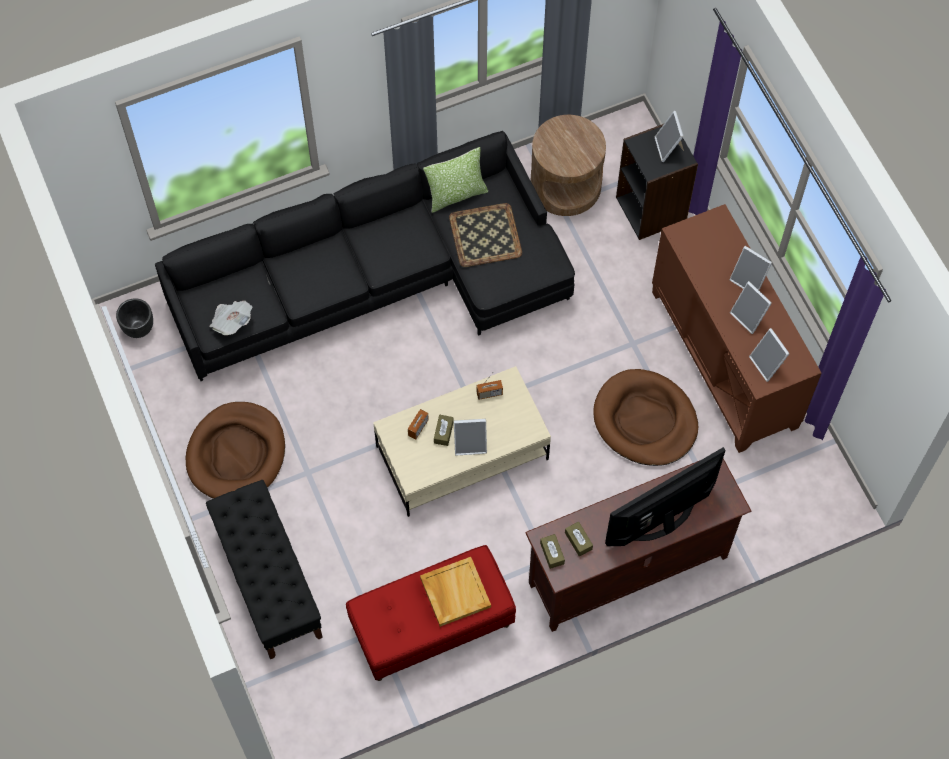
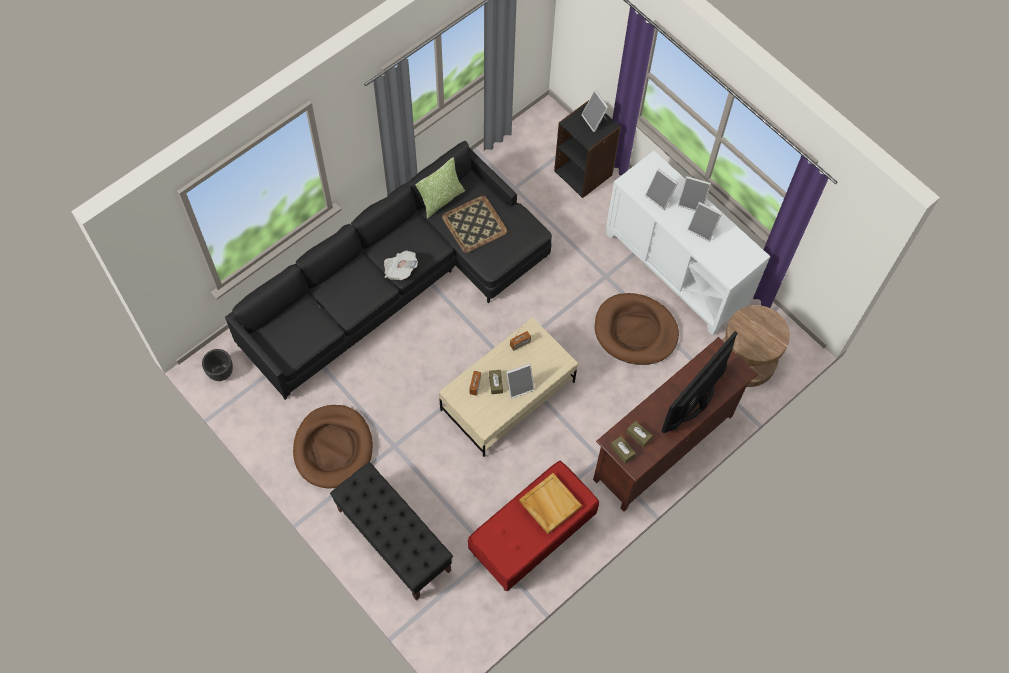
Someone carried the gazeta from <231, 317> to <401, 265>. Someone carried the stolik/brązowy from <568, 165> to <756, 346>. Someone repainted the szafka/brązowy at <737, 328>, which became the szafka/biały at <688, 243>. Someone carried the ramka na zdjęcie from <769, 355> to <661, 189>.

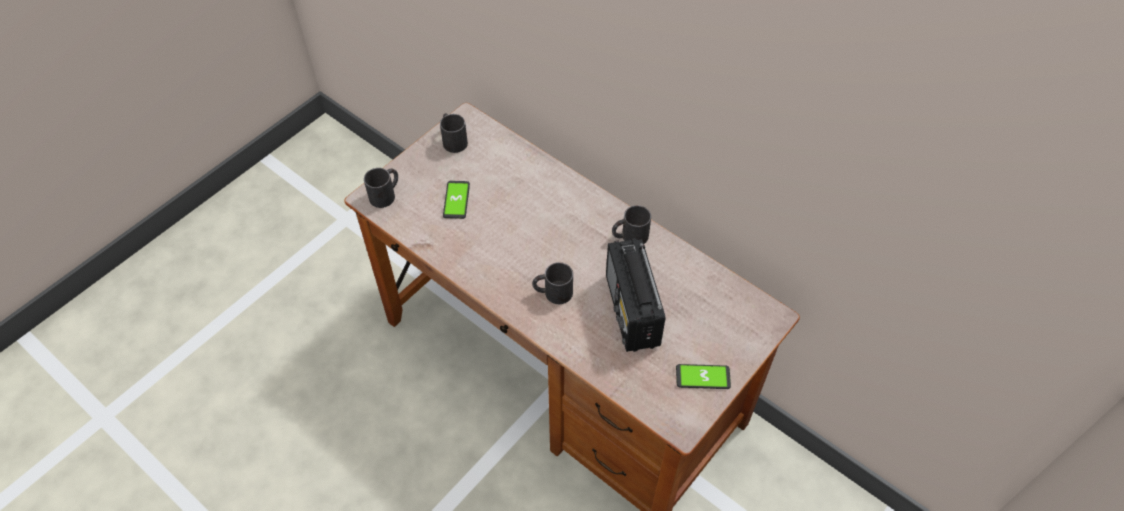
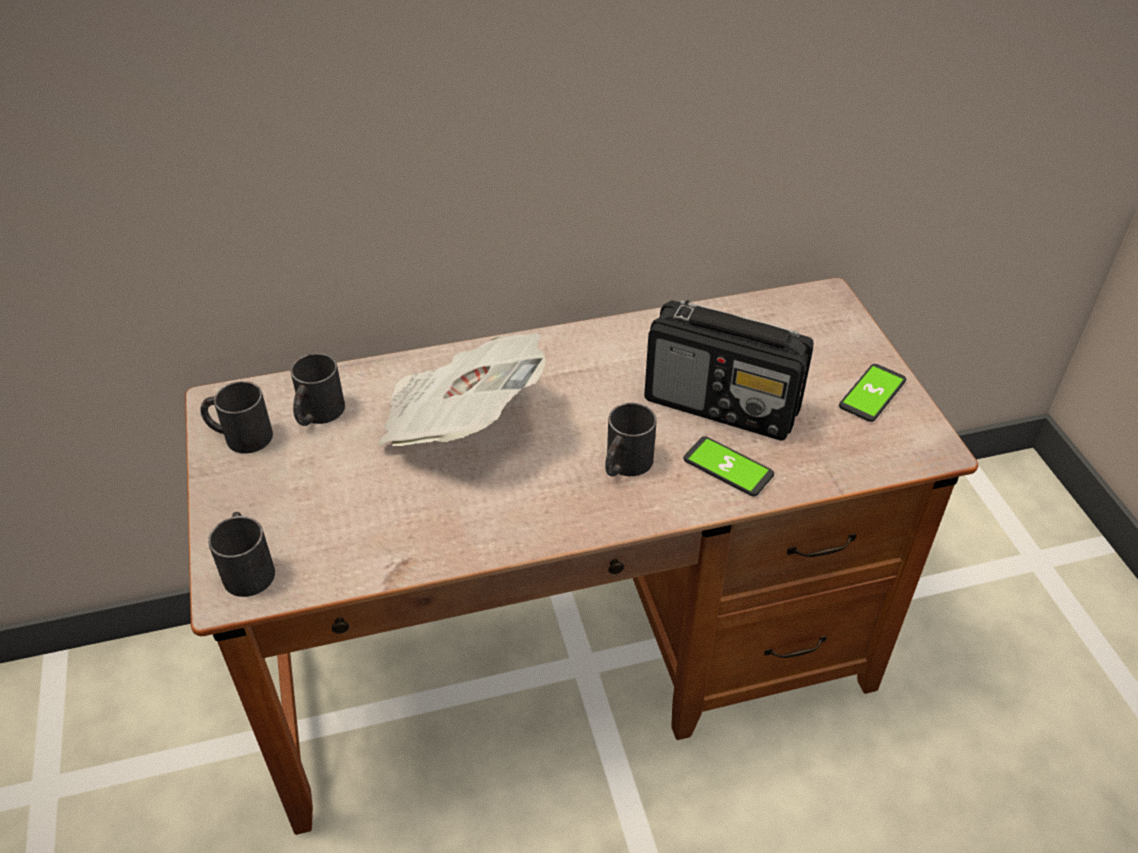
Someone carried the telefon from <456, 200> to <728, 466>. Someone carried the kubek/czarny from <631, 224> to <318, 389>. Someone put down the gazeta at <462, 389>.

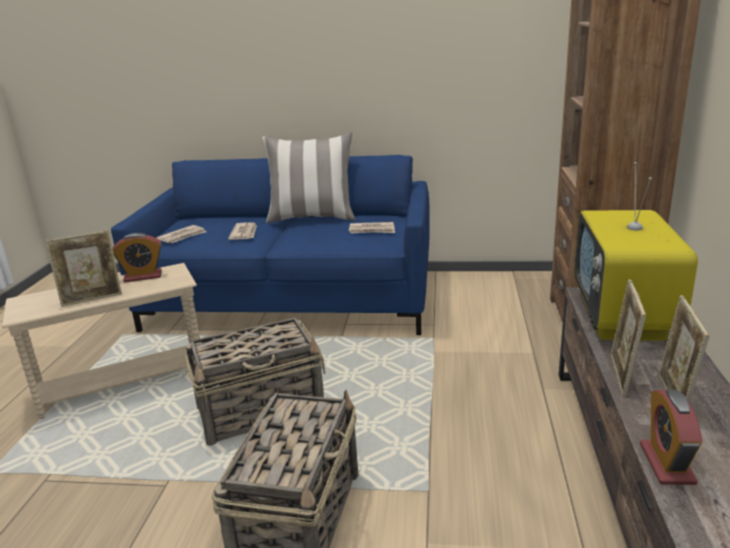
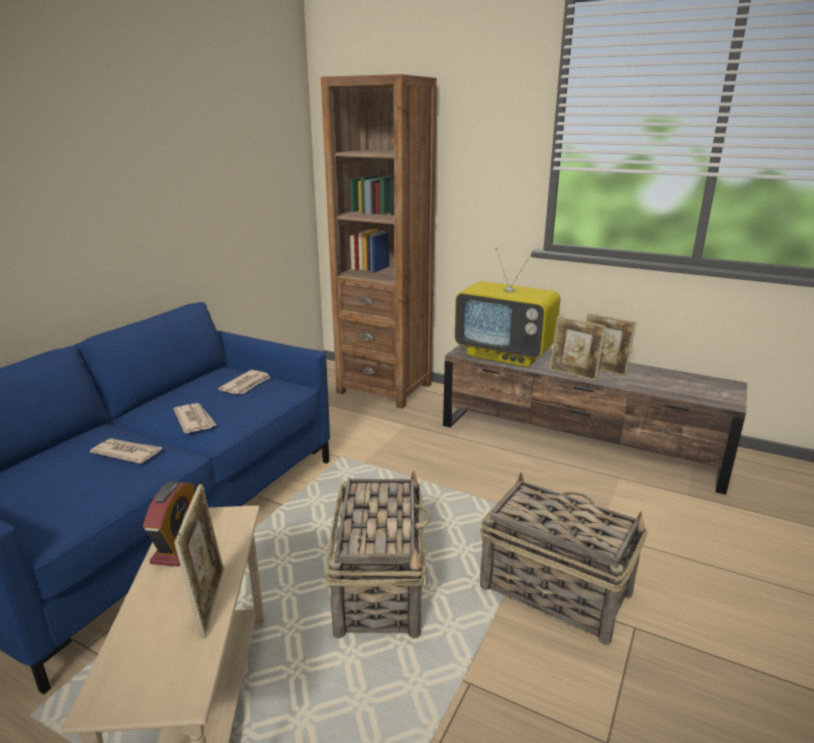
Someone carried the gazeta from <181, 234> to <194, 418>. Someone took away the poduszka at <309, 177>. Someone took away the budzik at <671, 437>.

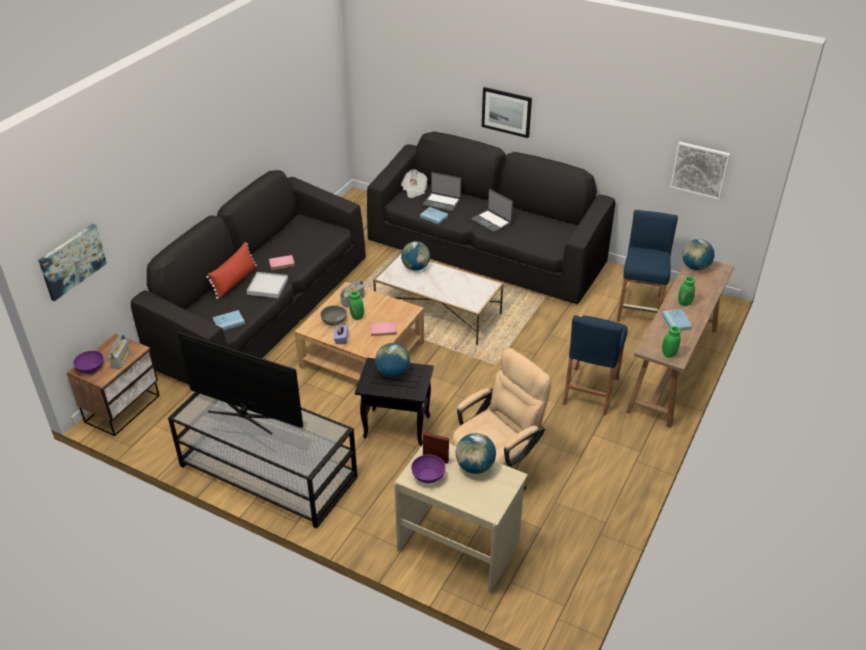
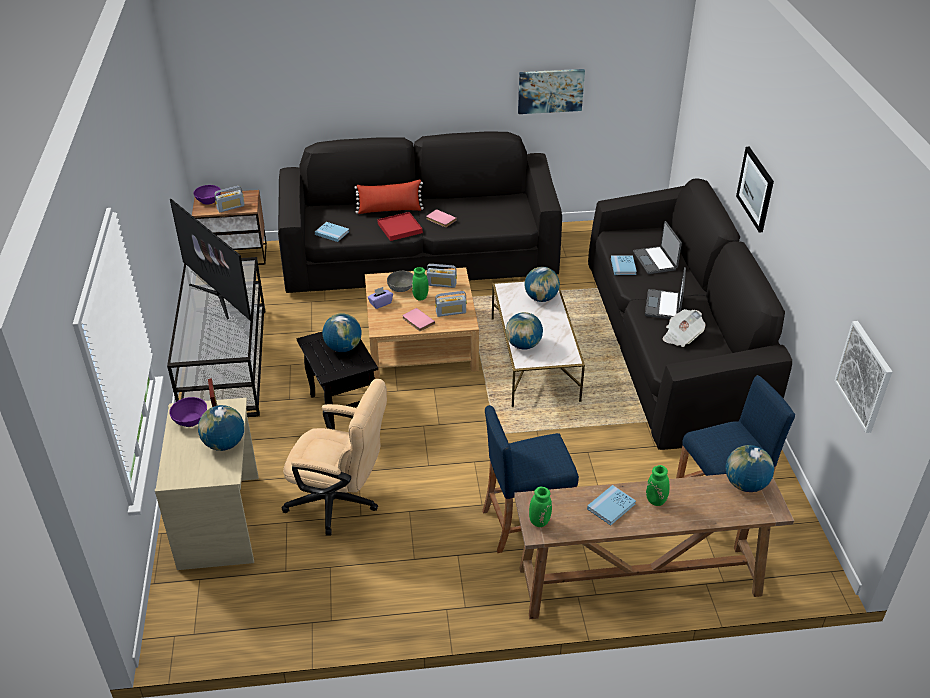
Someone carried the obraz from <72, 262> to <551, 91>. Someone rotated the telewizor at <240, 383> by 150 degrees clockwise. Someone repainted the taca/biały at <267, 285>, which became the taca/czerwony at <400, 226>. Someone carried the gazeta from <414, 183> to <684, 328>. Someone put down the radio at <451, 304>. Someone put down the globus at <524, 331>.

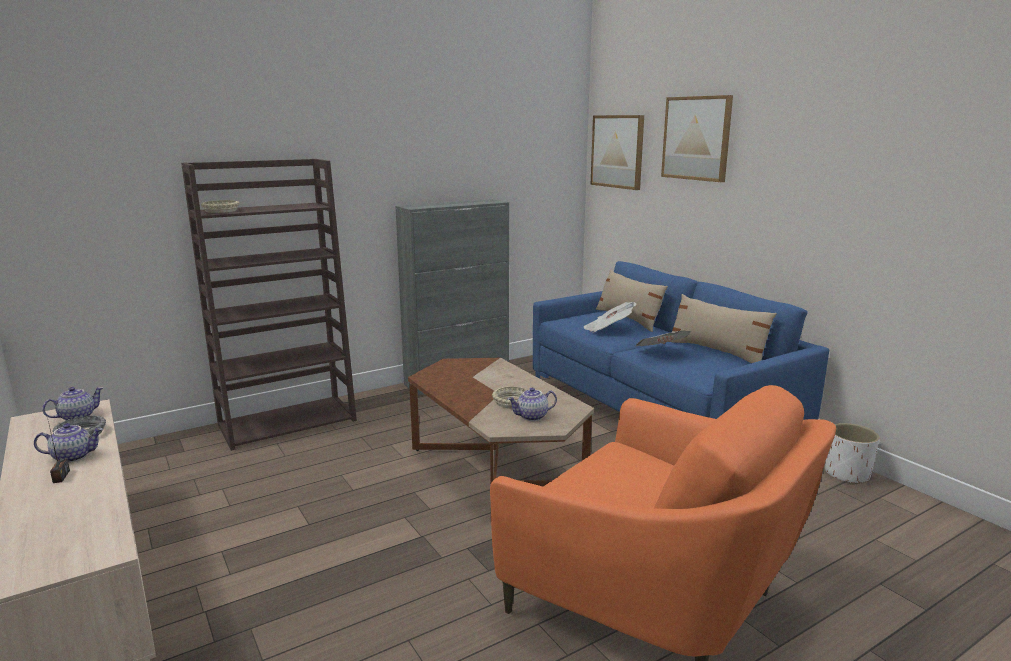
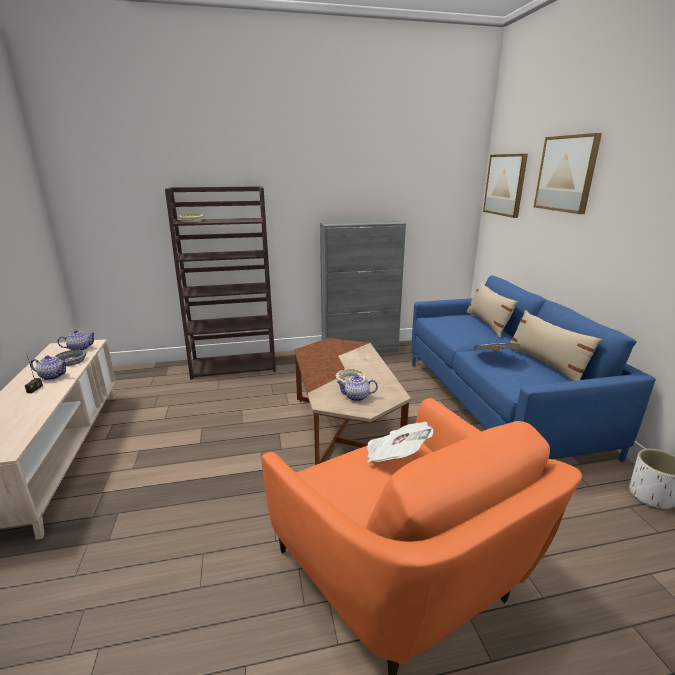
Someone carried the gazeta from <609, 317> to <400, 442>.

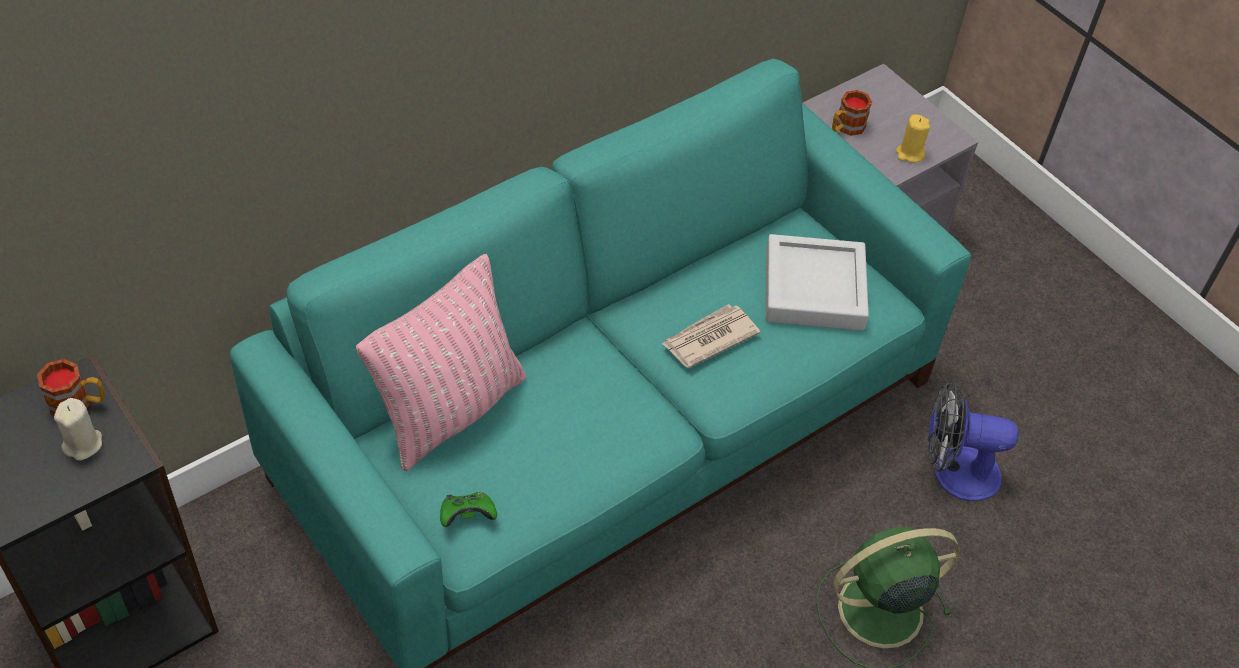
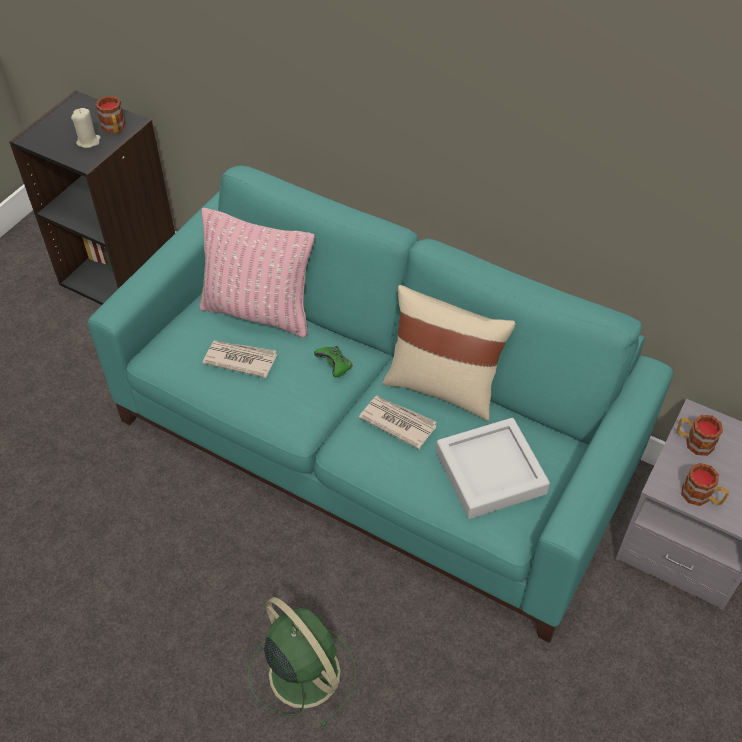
Someone carried the pad do gier/zielony from <468, 509> to <333, 361>. Someone swapped the świeca/żółty at <913, 139> for the kubek at <705, 484>. Someone took away the wentylator at <973, 441>. Someone put down the gazeta at <240, 359>. Someone put down the poduszka/beżowy at <449, 353>.

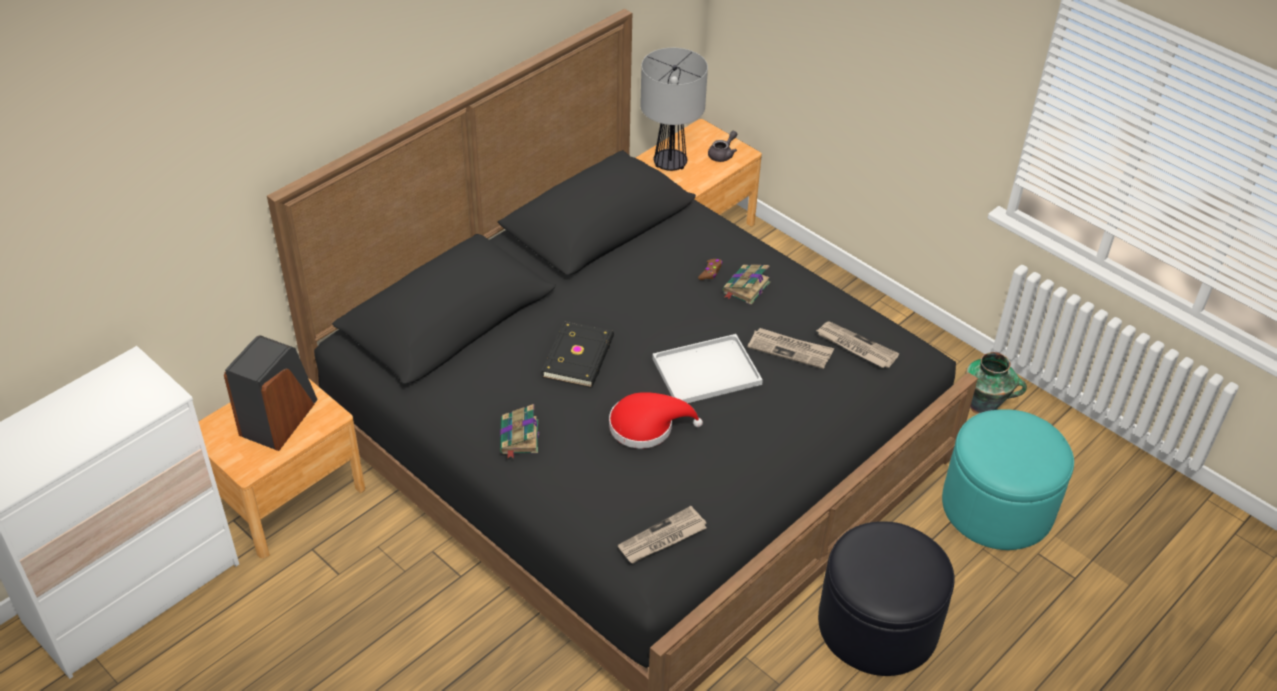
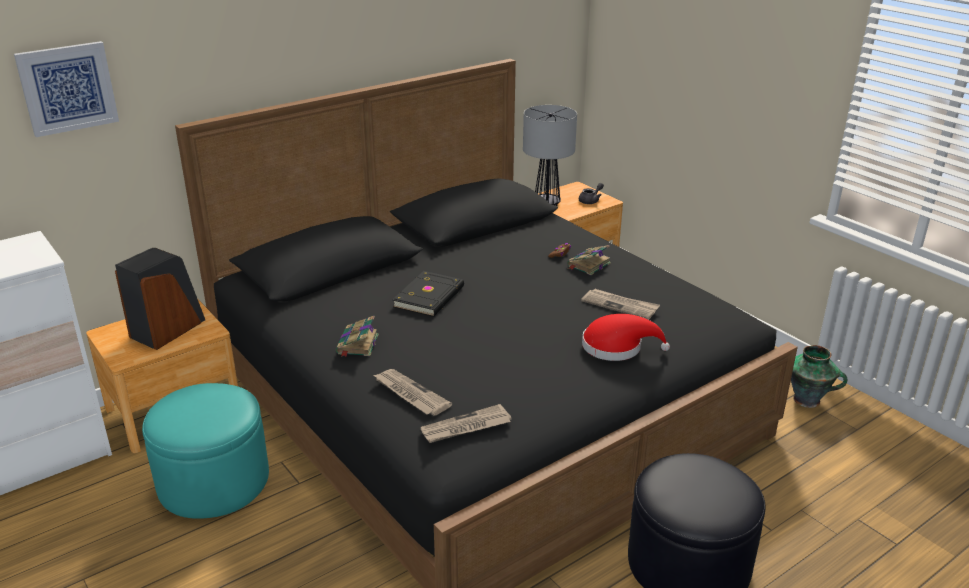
Someone carried the kapelusz/czerwony from <656, 420> to <626, 337>. Someone took away the taca/biały at <707, 368>. Someone carried the gazeta from <857, 344> to <413, 392>. Someone carried the pufa/turkusowy from <1008, 479> to <205, 451>. Someone put up the obraz at <66, 89>.

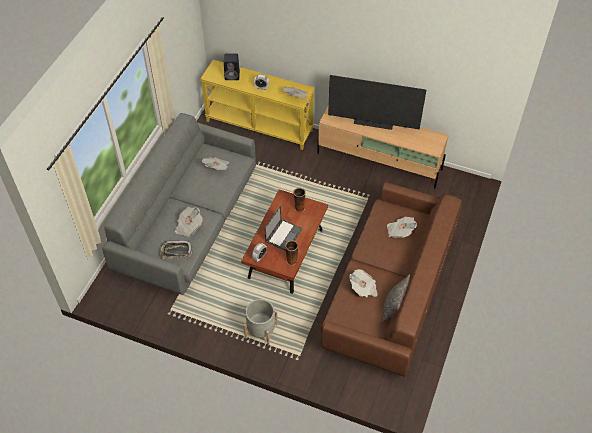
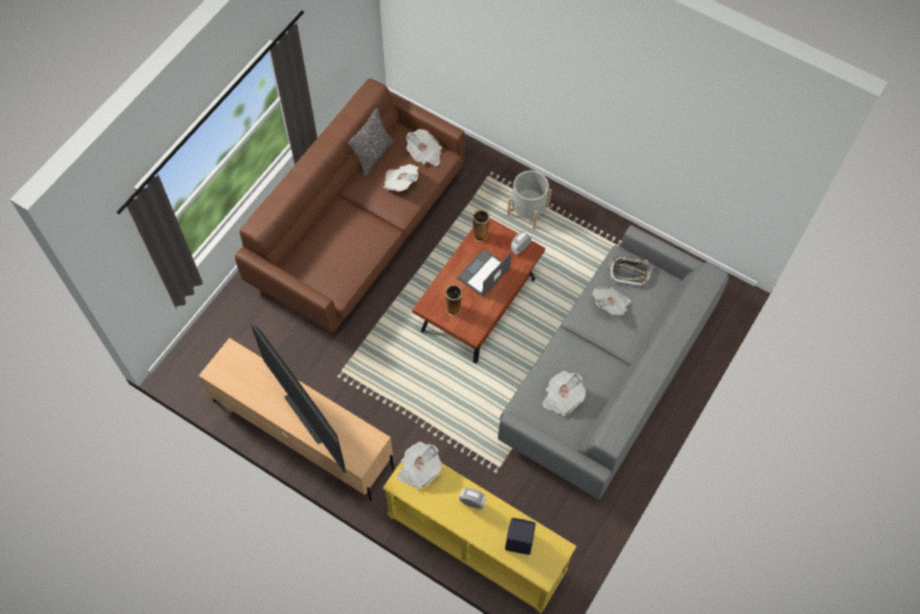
Someone rotated the telewizor at <377, 102> by 150 degrees counterclockwise. Someone carried the gazeta from <402, 227> to <424, 147>.

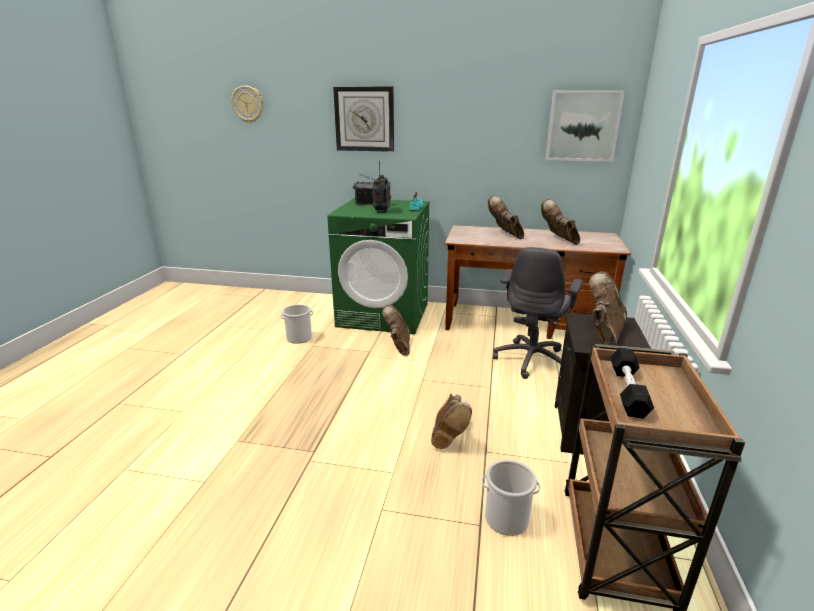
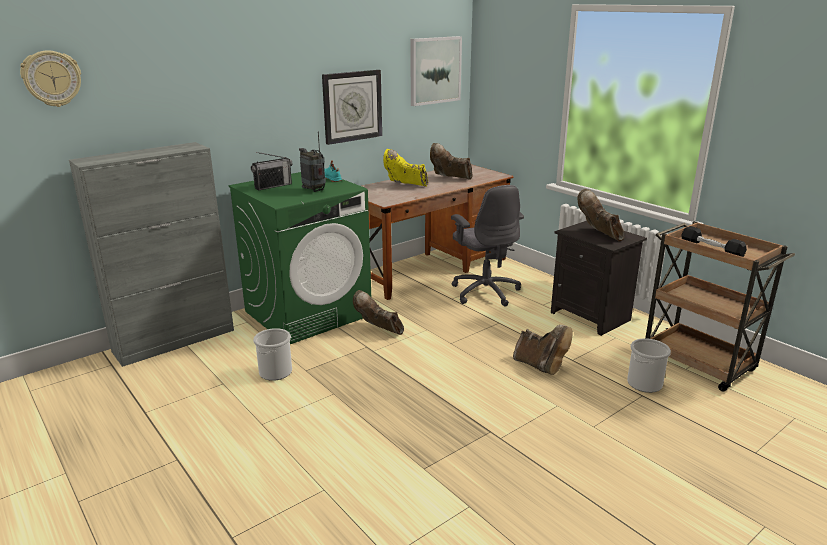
Someone carried the zegar ścienny from <363, 119> to <352, 107>. Someone repainted the but z cholewką/brązowy at <506, 217>, which became the but z cholewką/żółty at <405, 168>. Someone put down the szafka/szary at <151, 254>.

